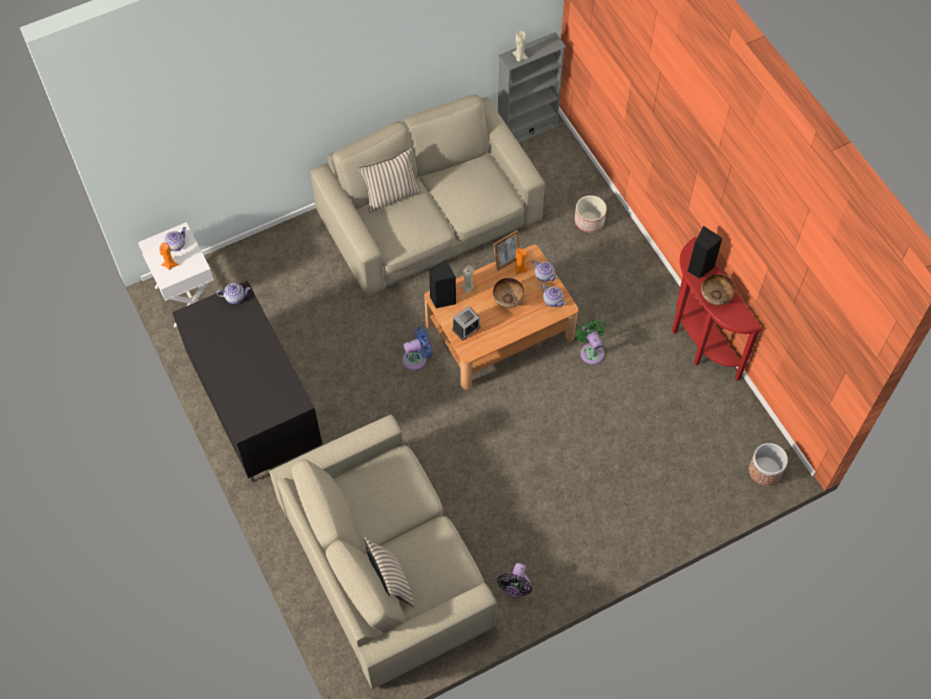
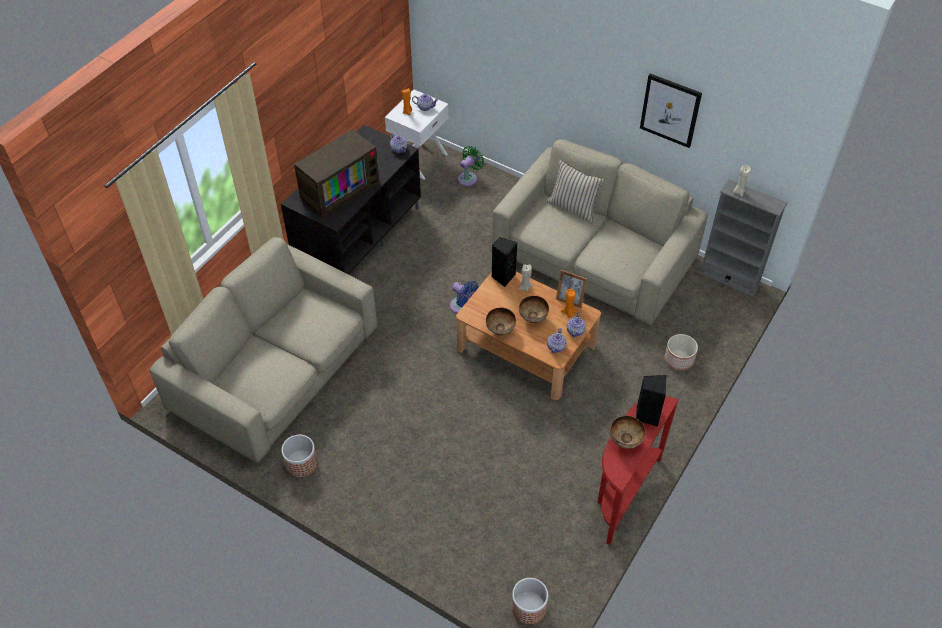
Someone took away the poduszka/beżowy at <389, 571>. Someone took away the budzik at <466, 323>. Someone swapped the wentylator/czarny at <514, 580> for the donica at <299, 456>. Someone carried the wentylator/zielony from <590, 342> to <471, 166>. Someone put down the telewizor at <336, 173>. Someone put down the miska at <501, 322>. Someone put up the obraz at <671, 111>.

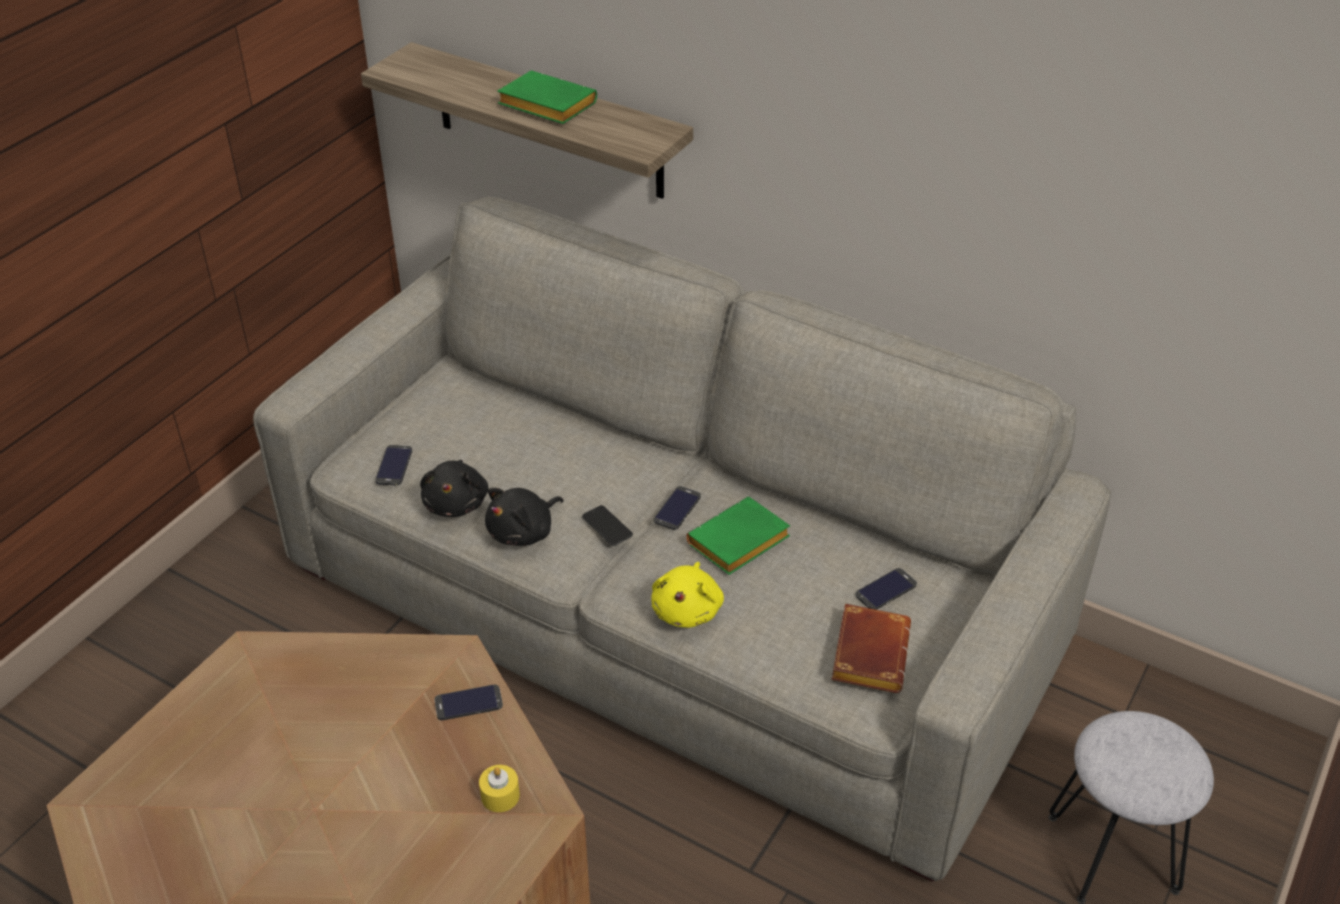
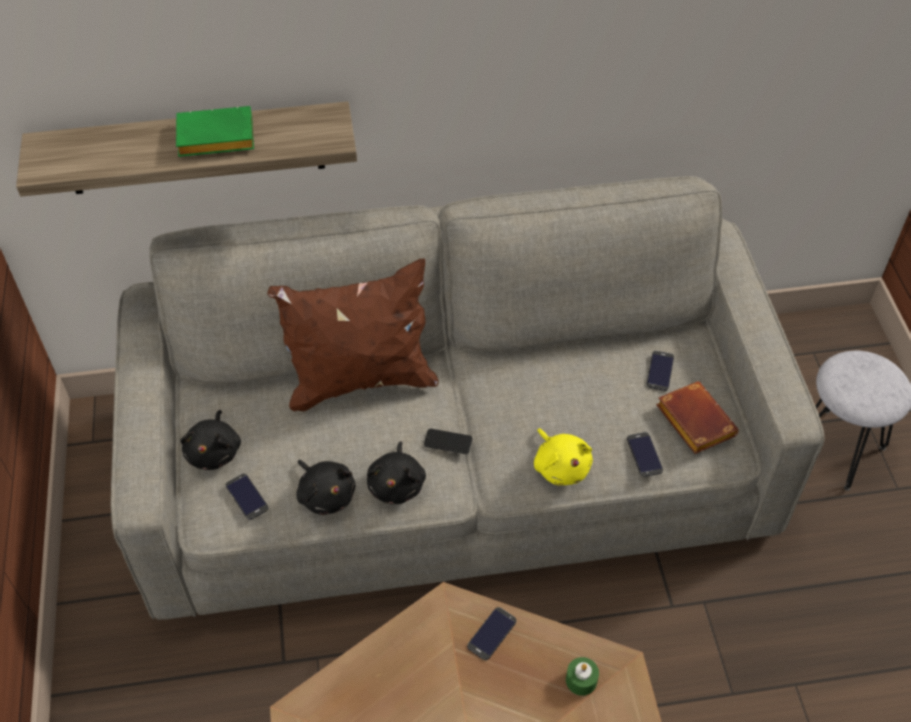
Someone repainted the świeca/żółty at <499, 788>, which became the świeca/zielony at <582, 676>. Someone carried the telefon from <677, 508> to <645, 454>. Someone took away the książka/zielony at <738, 536>. Someone put down the pluszak/czarny at <210, 440>. Someone put down the poduszka/brązowy at <353, 334>.

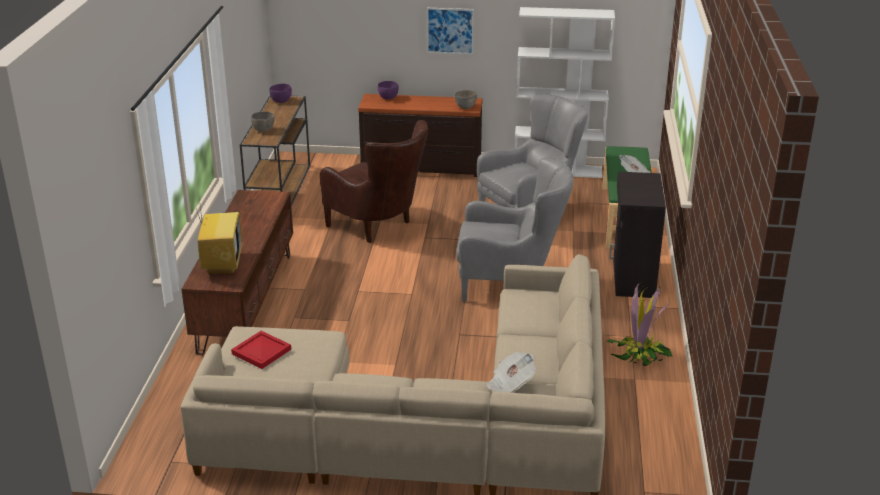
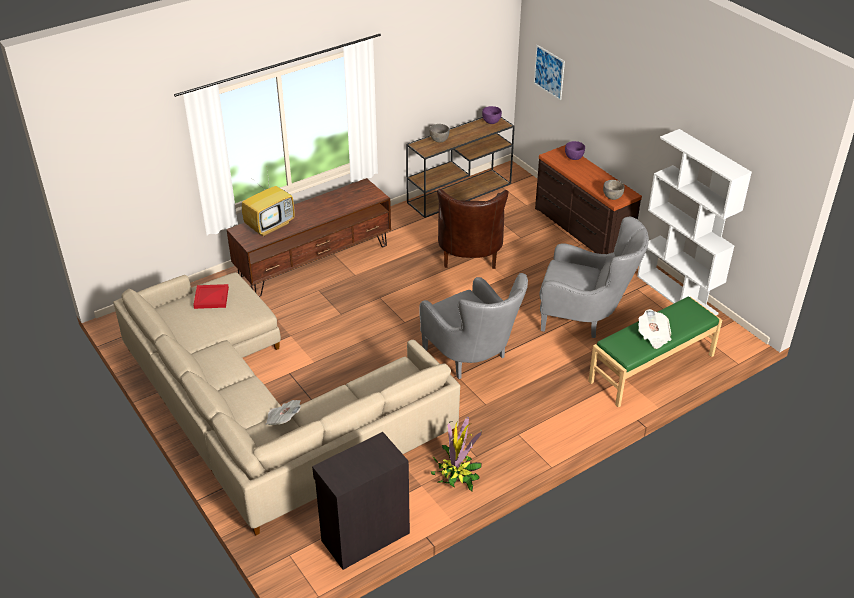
Someone carried the obraz from <450, 31> to <549, 72>. Someone carried the szafka/czarny from <637, 235> to <361, 501>.

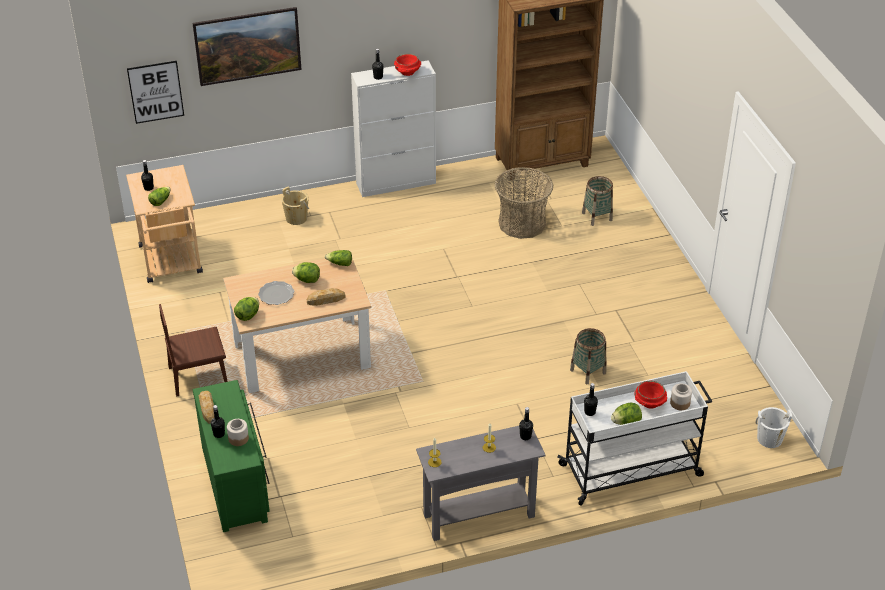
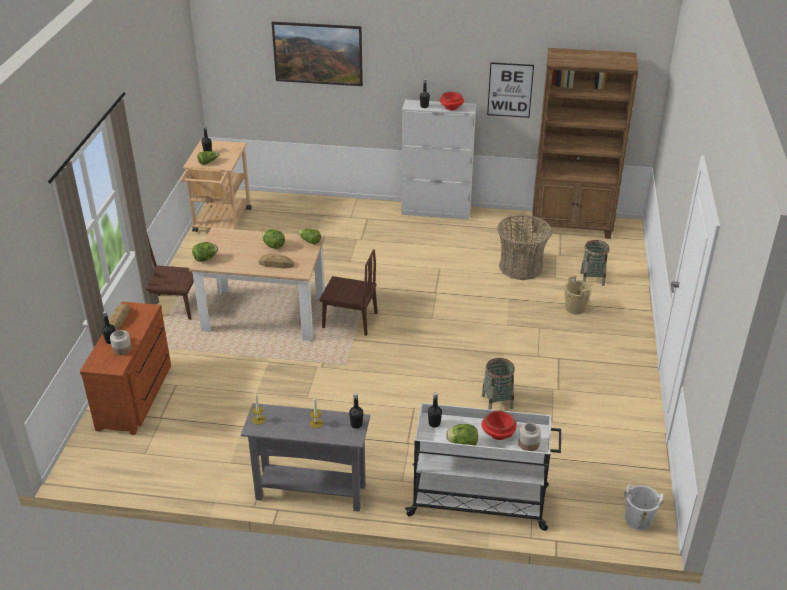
Someone carried the obraz from <155, 92> to <510, 90>. Someone repainted the komoda/zielony at <231, 456>, which became the komoda/brązowy at <125, 368>. Someone took away the talerz at <276, 293>. Someone carried the wiadro/beżowy from <295, 205> to <578, 295>. Someone put down the krzesło/brązowy at <348, 292>.

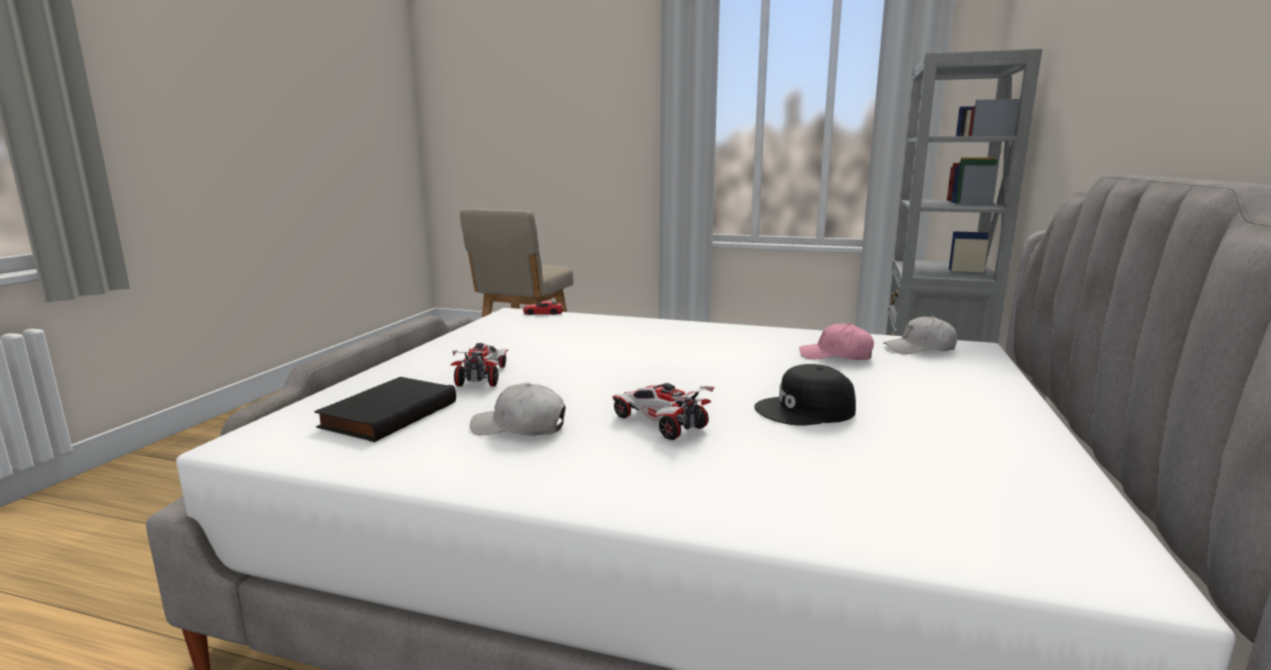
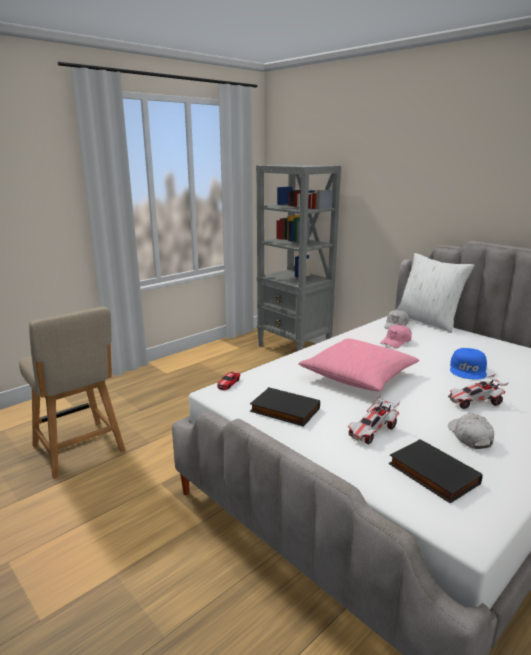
Someone rotated the samochodzik at <479, 365> by 75 degrees counterclockwise. Someone rotated the czapka z daszkiem/biały at <518, 409> by 135 degrees clockwise. Someone repainted the czapka z daszkiem/czarny at <805, 395>, which became the czapka z daszkiem/niebieski at <468, 364>. Someone put down the książka/czarny at <285, 407>. Someone put down the poduszka/różowy at <359, 365>. Someone put down the poduszka/biały at <436, 293>.

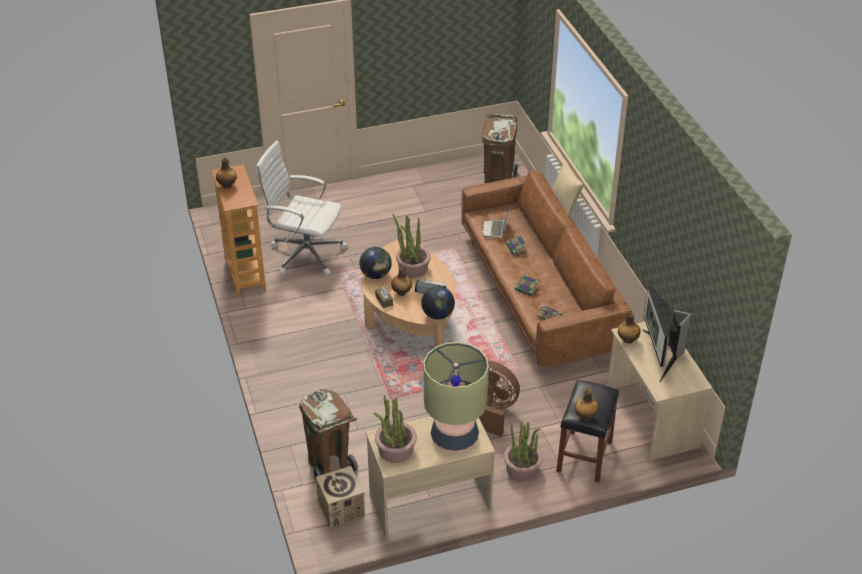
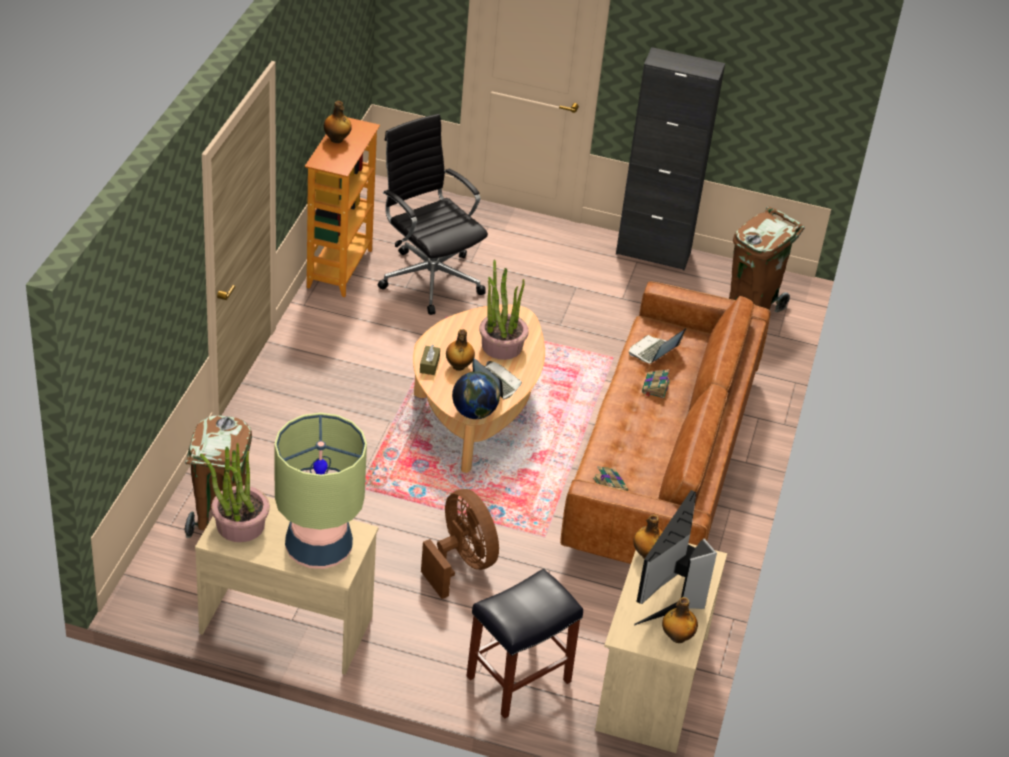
Someone repainted the krzesło biurowe/biały at <302, 208>, which became the krzesło biurowe/czarny at <433, 214>. Someone took away the karton at <340, 497>. Someone took away the globus at <375, 263>. Someone took away the roślina doniczkowa at <523, 450>. Someone took away the książka at <527, 285>. Someone took away the poduszka at <568, 189>. Someone carried the butelka from <587, 404> to <680, 620>. Someone put down the szafka/czarny at <670, 158>.

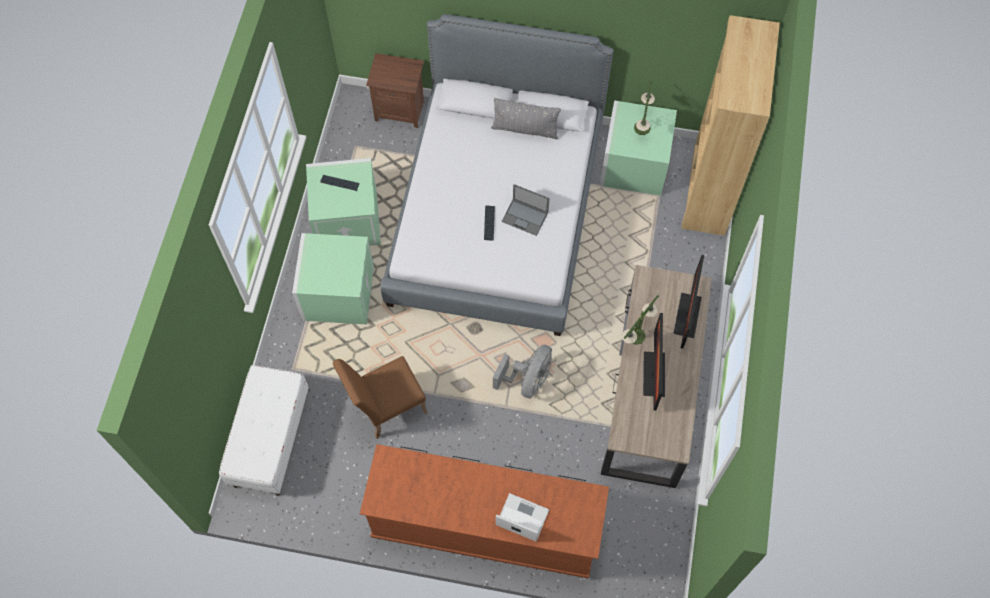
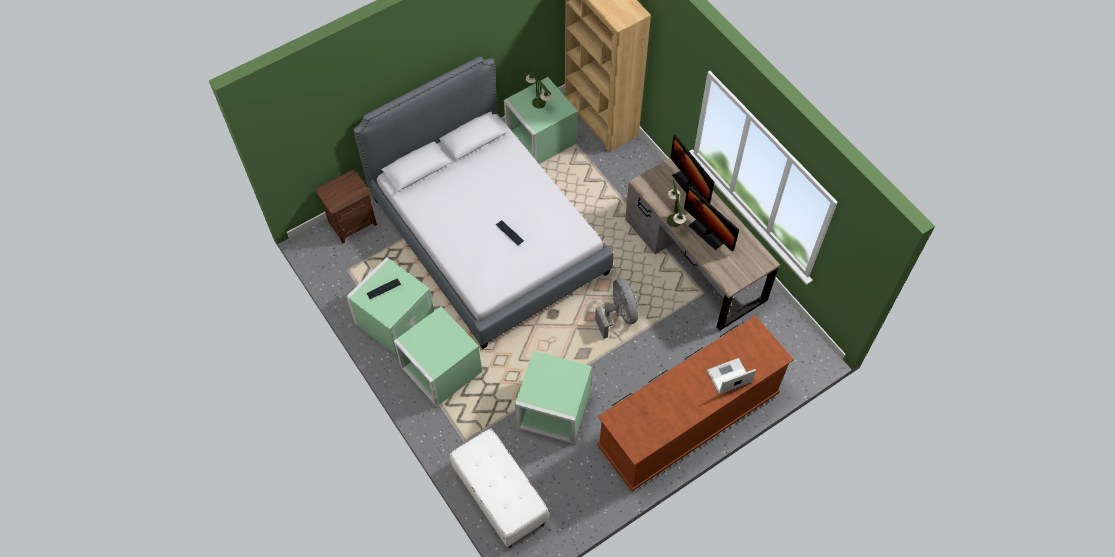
Someone swapped the krzesło/brązowy at <380, 397> for the pojemnik do przechowywania/zielony at <553, 397>. Someone took away the poduszka/szary at <526, 118>. Someone took away the laptop at <525, 210>.

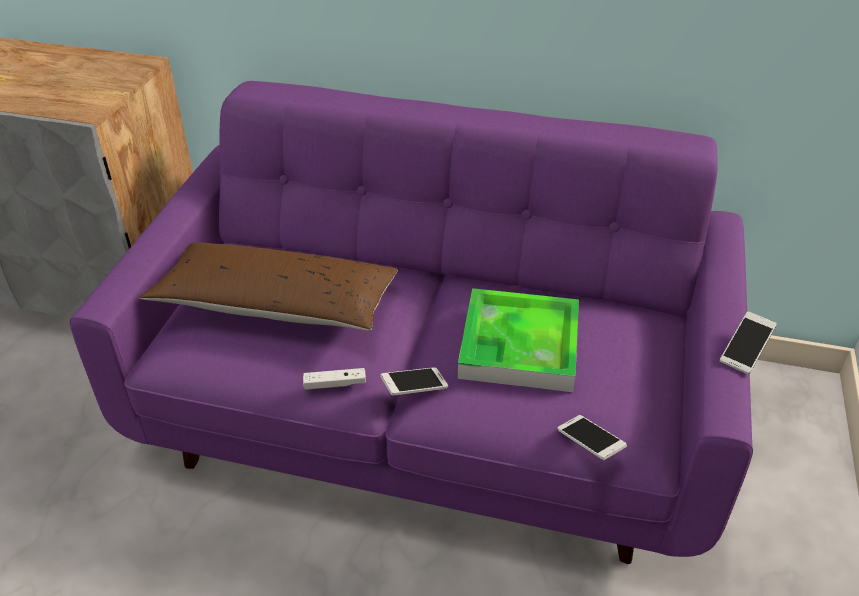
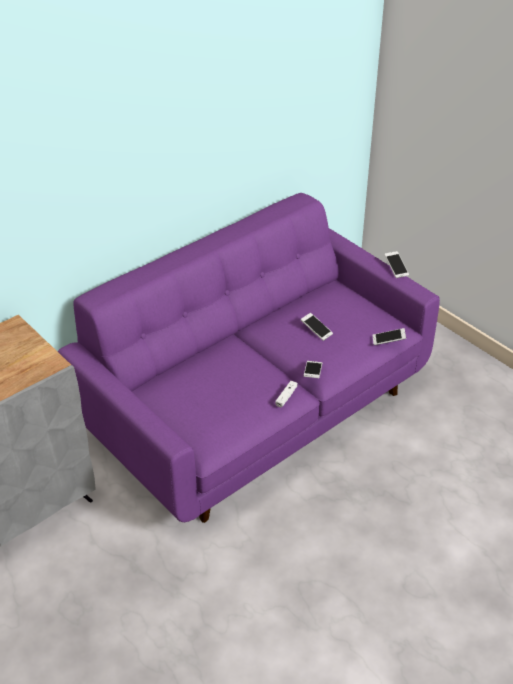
Someone took away the poduszka/brązowy at <268, 286>. Someone swapped the taca at <518, 340> for the telefon at <317, 327>.

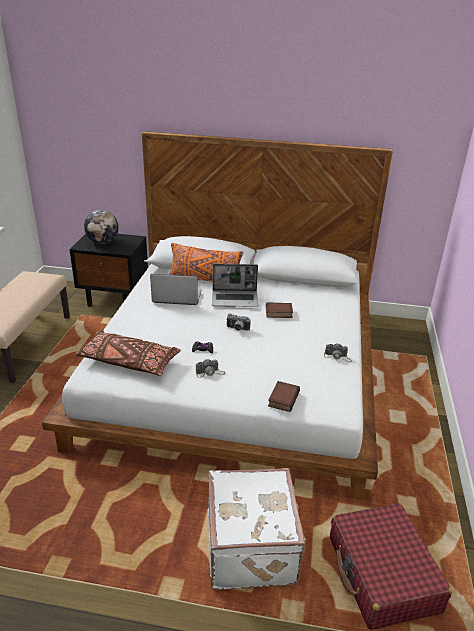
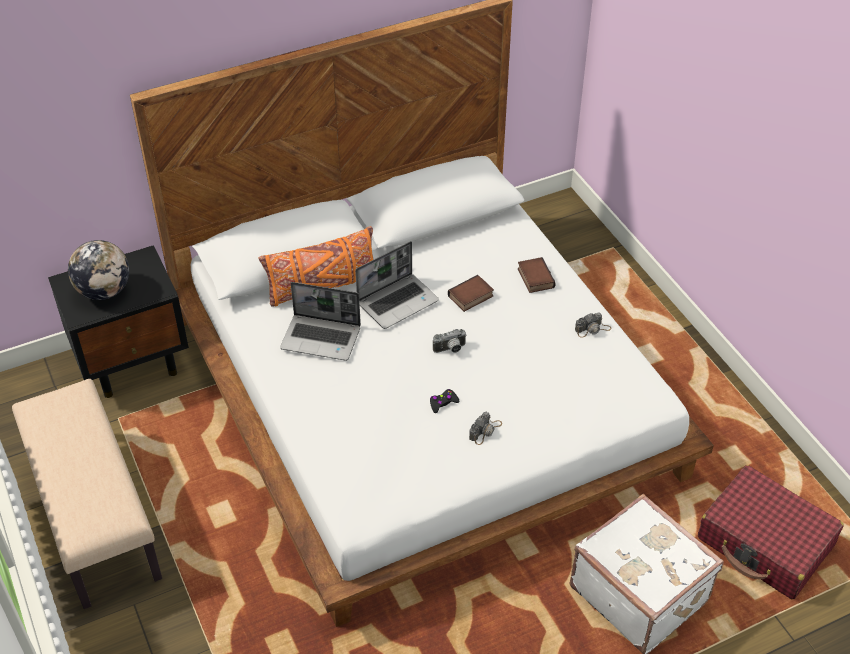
Someone took away the poduszka/brązowy at <128, 353>. Someone rotated the laptop at <176, 289> by 135 degrees counterclockwise. Someone carried the książka from <284, 396> to <537, 275>.

